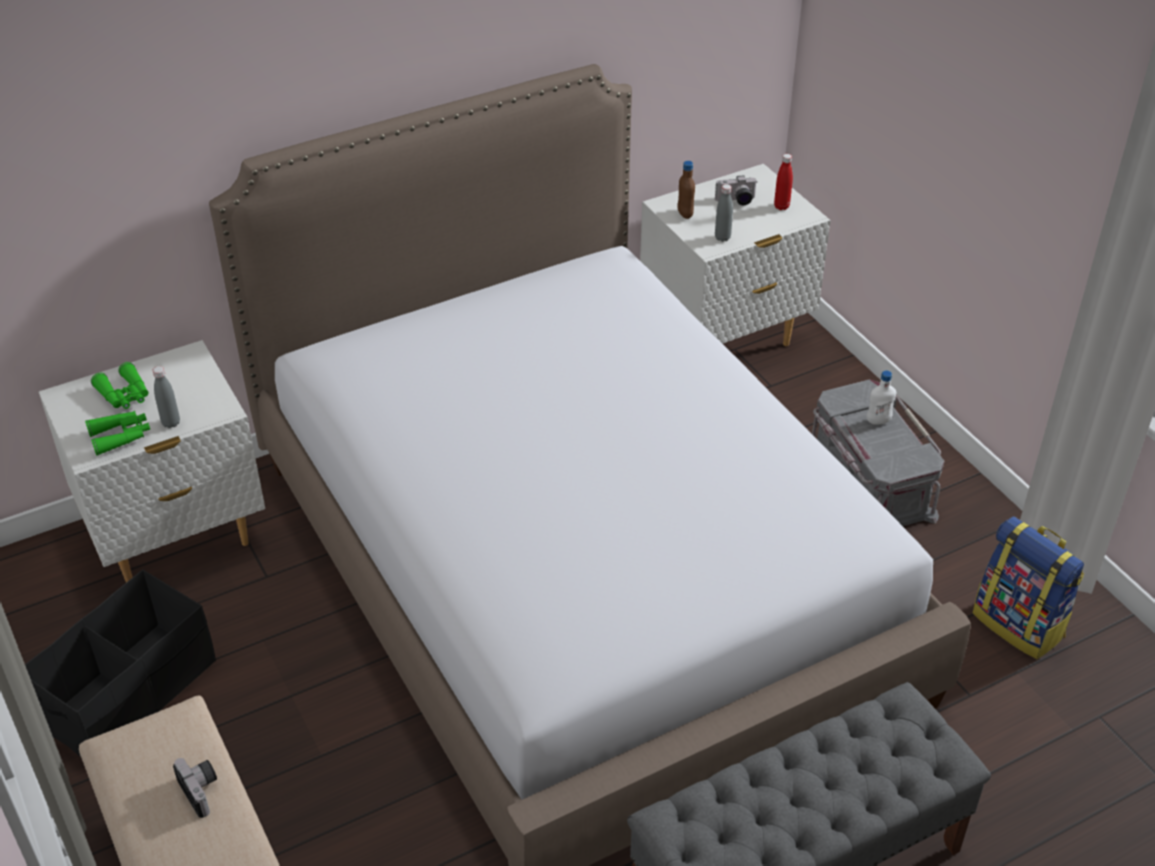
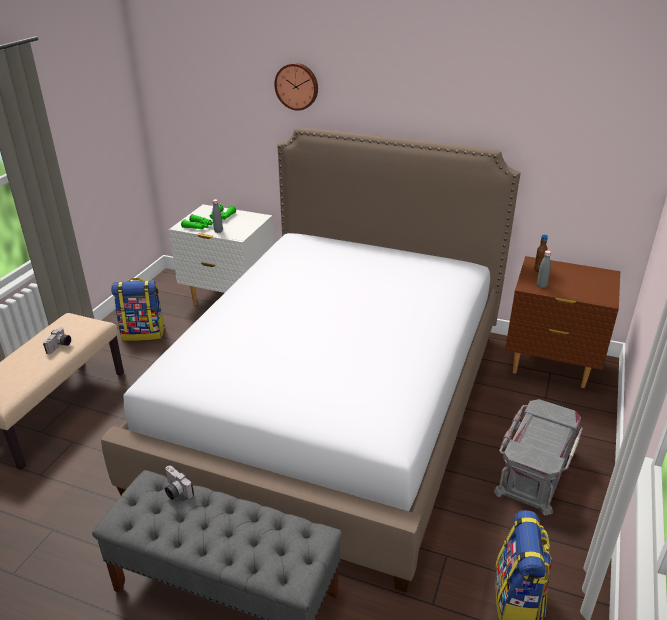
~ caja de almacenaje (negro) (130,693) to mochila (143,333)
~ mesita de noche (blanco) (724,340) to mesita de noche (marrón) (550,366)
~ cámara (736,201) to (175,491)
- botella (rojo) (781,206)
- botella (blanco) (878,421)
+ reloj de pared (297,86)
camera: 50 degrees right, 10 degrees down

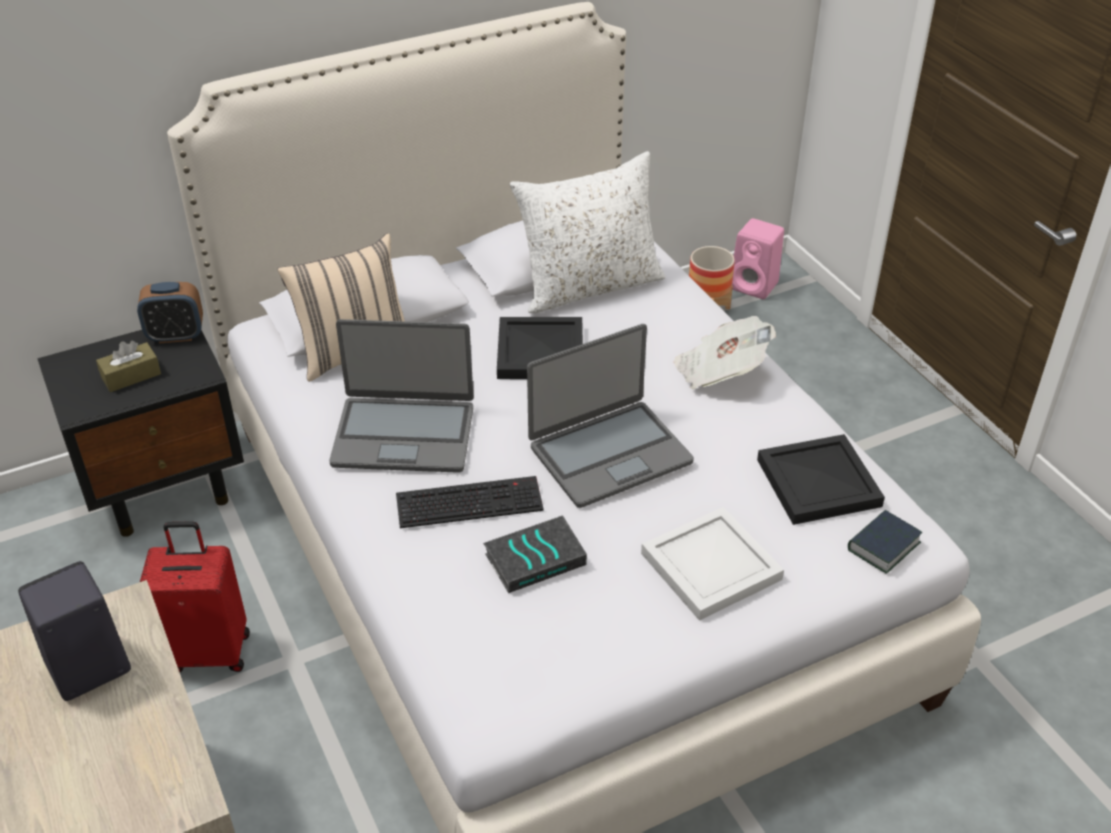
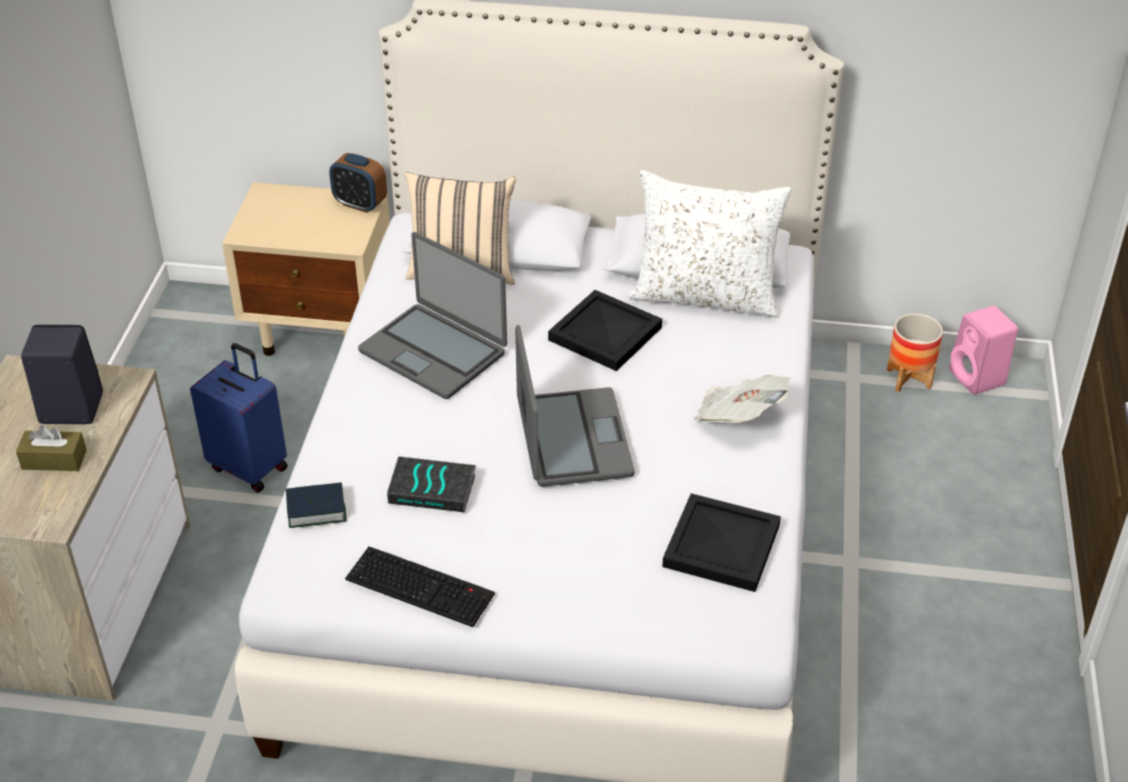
~ mesita de noche (negro) (166,487) to mesita de noche (beis) (323,331)
~ caja de pañuelos (marrón) (131,376) to (54,460)
~ maleta (rojo) (208,651) to maleta (azul) (250,467)
~ teclado (470,501) to (422,586)
~ portátil (609,454) = (572,439) 105 degrees counterclockwise
- bandeja (blanco) (711,564)
~ libro (883,546) to (316,509)
camera: 35 degrees right, 0 degrees up

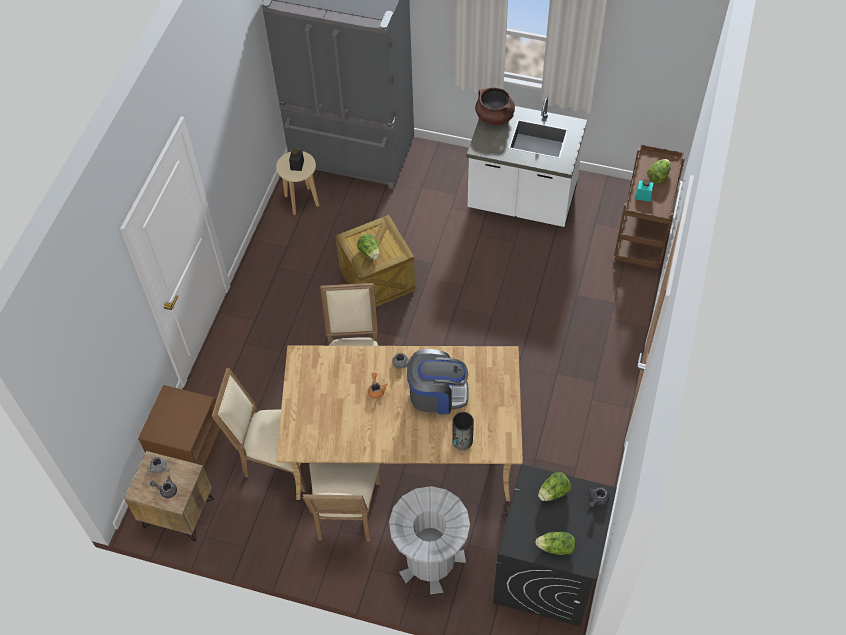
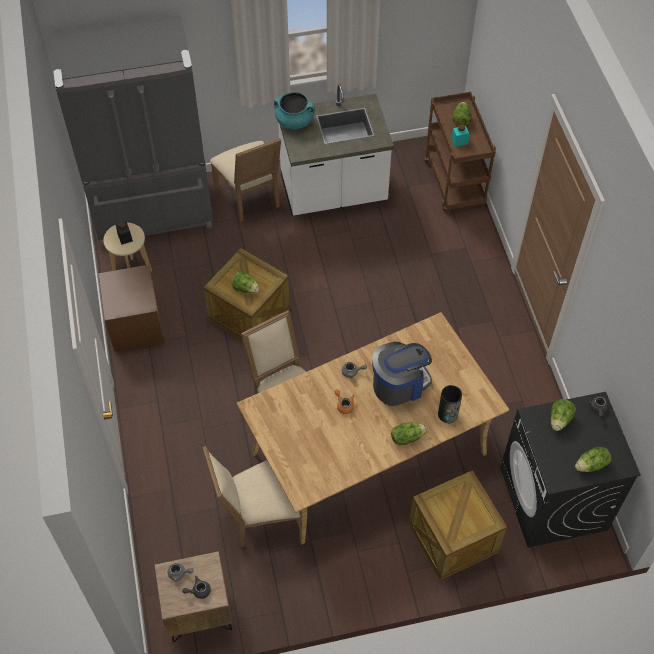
~ mesita de noche (marrón) (187,445) to (135,324)
~ silla (beis) (346,515) to (250,198)
~ papelera (gris) (430,560) to caja de embalaje (453,538)
~ olla (marrón) (494,117) to olla (turquesa) (295,121)
+ lechuga (407,437)
camera: 30 degrees left, 0 degrees up

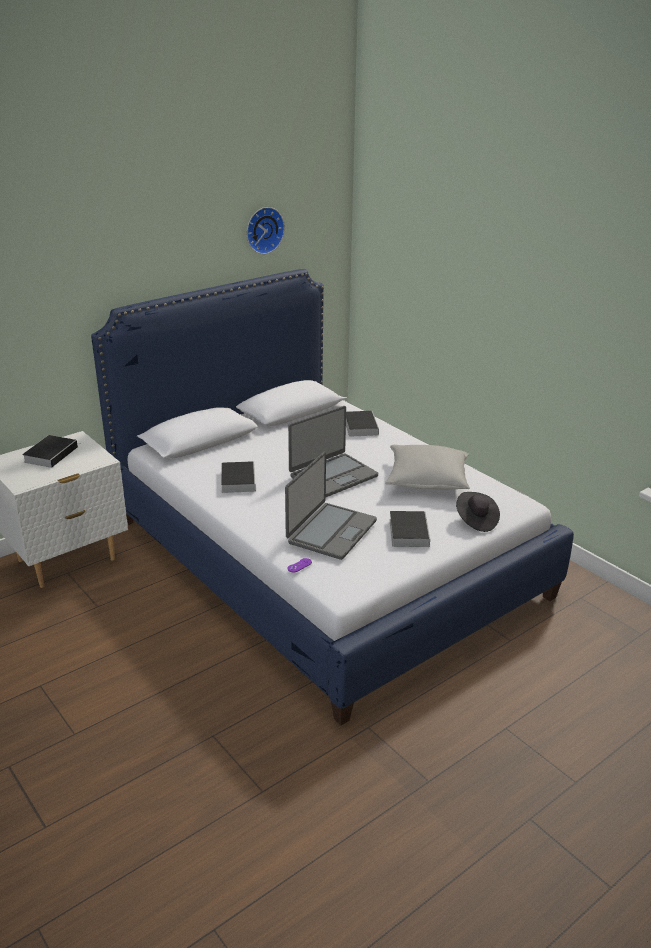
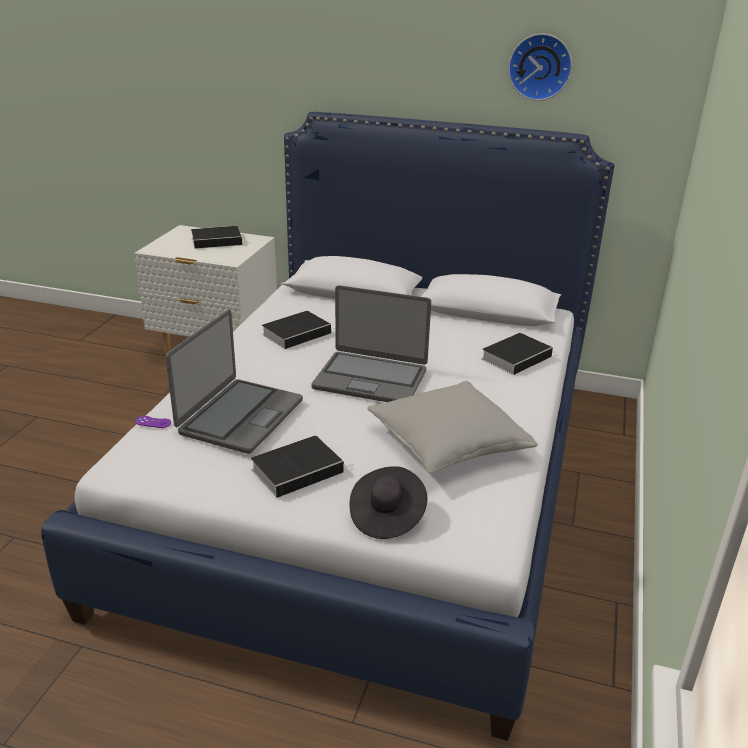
~ portátil (331,531) = (240,416) 60 degrees counterclockwise
camera: 55 degrees right, 0 degrees up

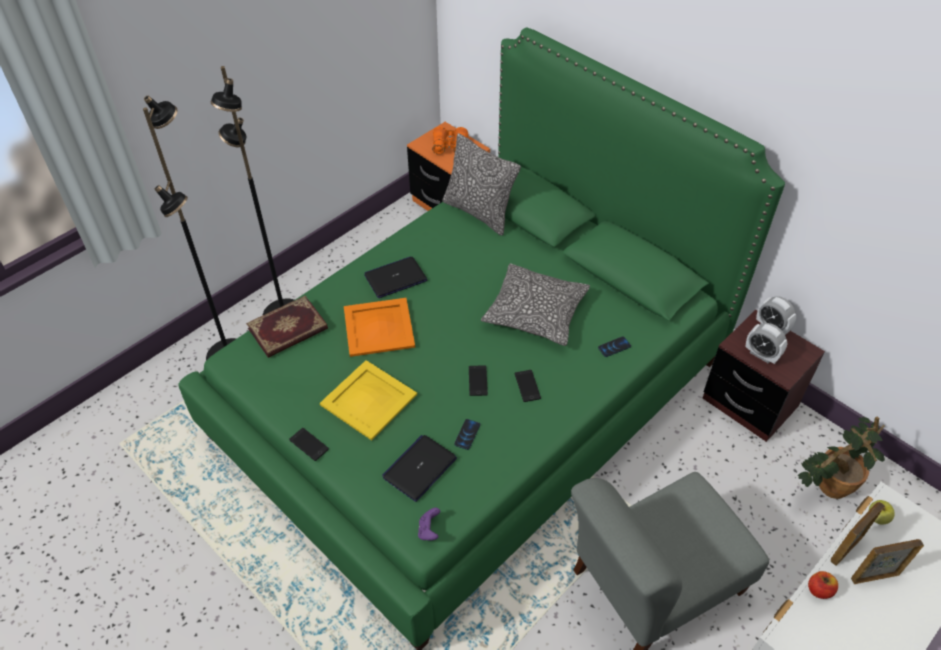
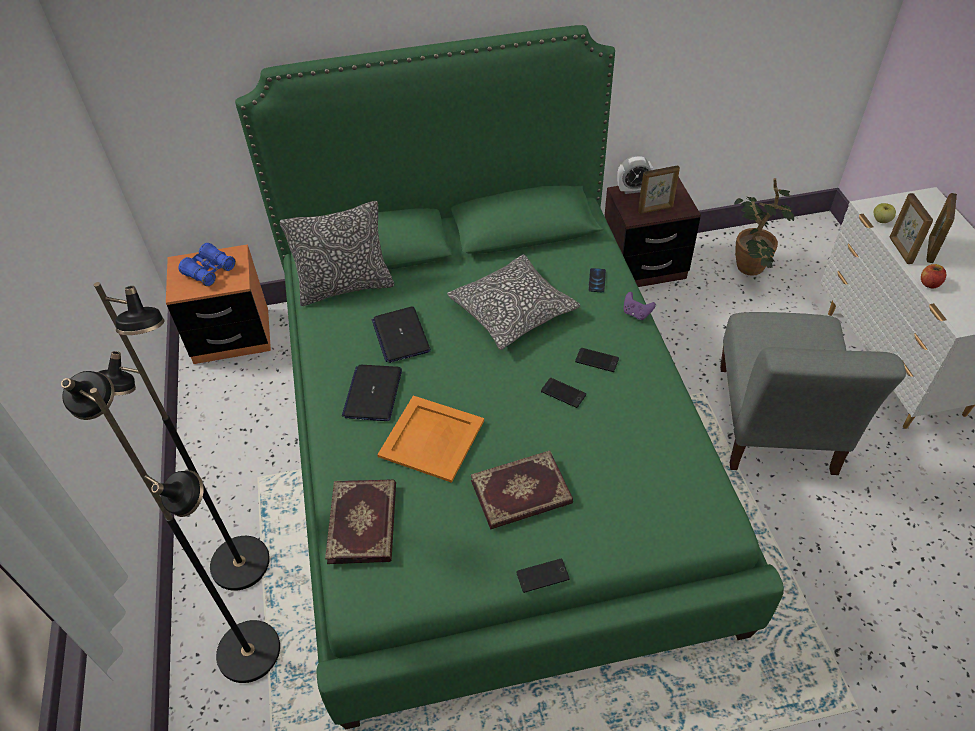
~ bandeja (amarillo) (367,400) to libro (521,493)
~ portátil (419,468) to (401,335)
~ mando de consola (morado) (429,530) to (636,313)
~ prismáticos (naranja) (450,146) to prismáticos (azul) (209,271)
- móvil (467,434)
~ despertador (761,355) to portarretratos (655,209)
camera: 55 degrees left, 0 degrees up

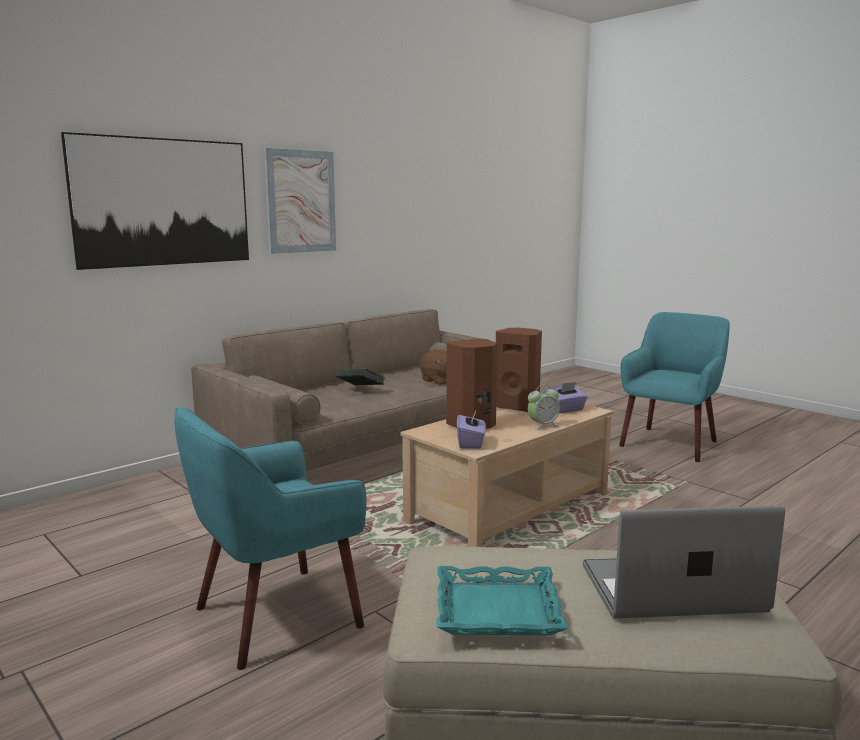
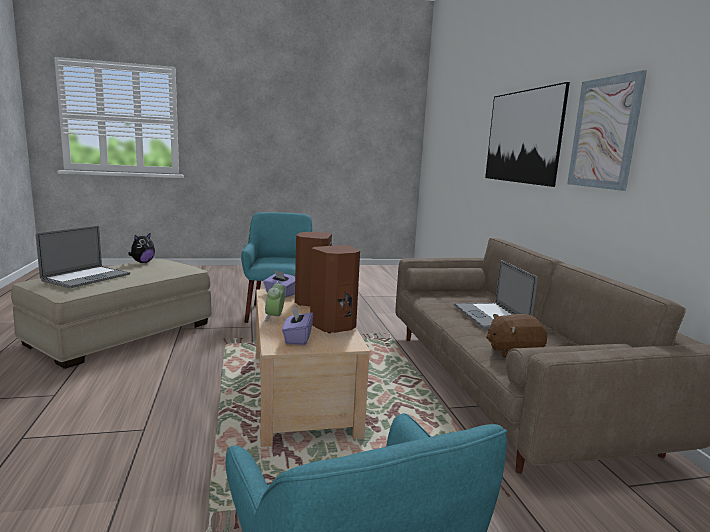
~ libro (360,390) to portátil (490,316)
~ bandeja (turquesa) (497,610) to peluche (142,262)
camera: 120 degrees right, 0 degrees up

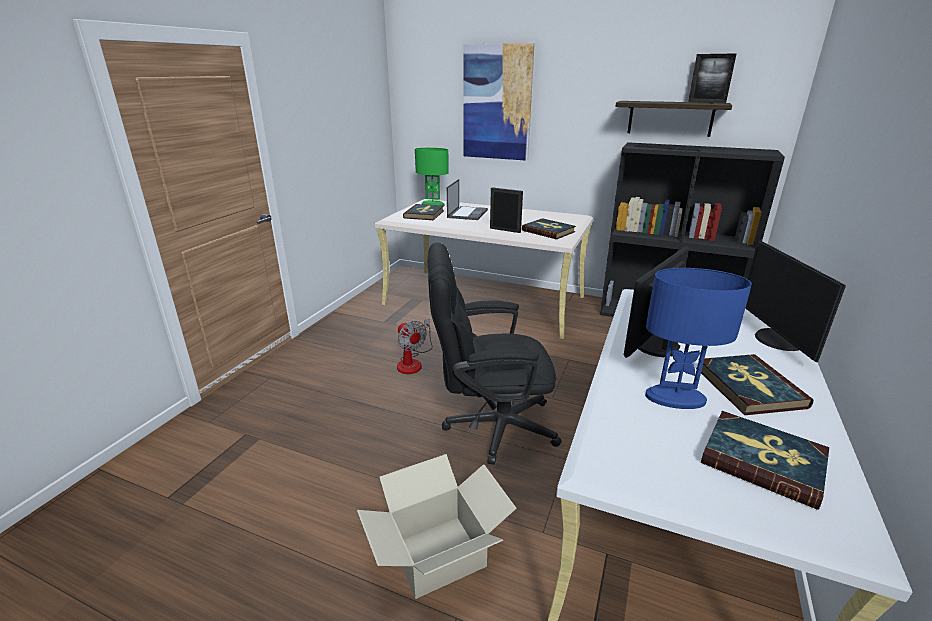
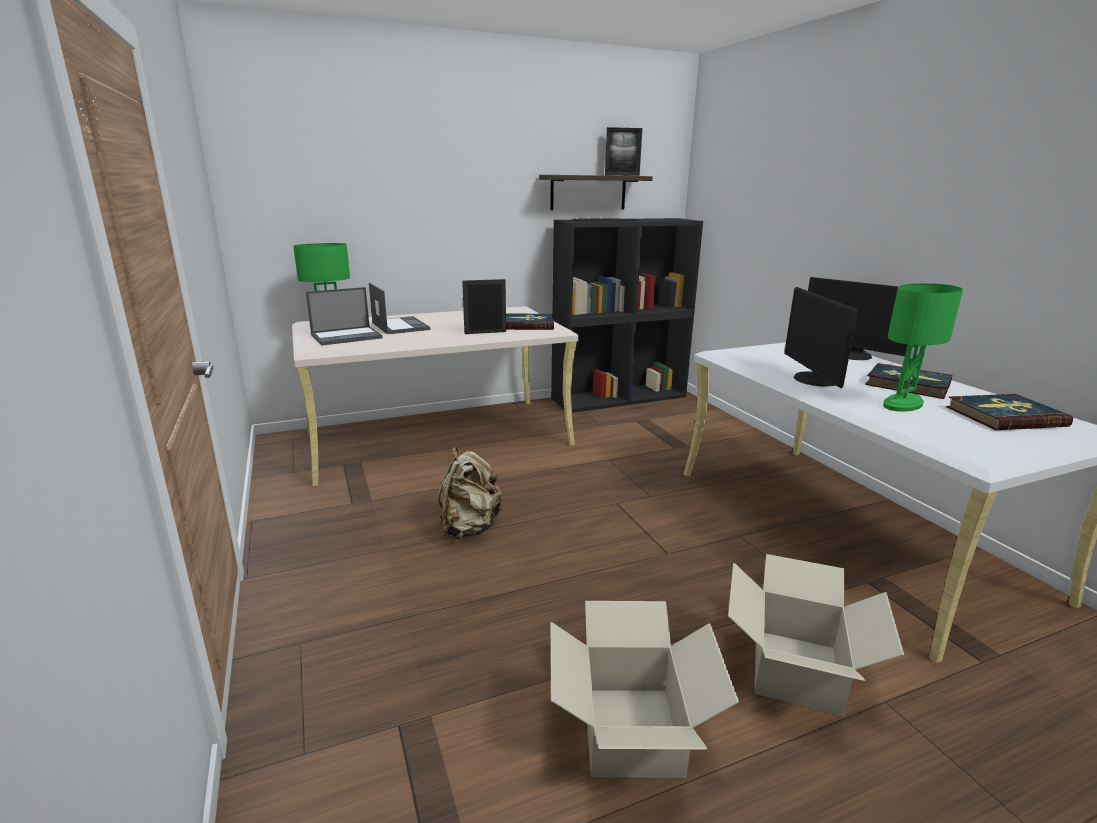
~ ventilador (413,362) to mochila (beis) (469,528)
~ libro (424,214) to portátil (347,336)
- silla de oficina (negro) (489,426)
- cuadro (497,103)
~ lámpara de mesa (azul) (675,398) to lámpara de mesa (verde) (902,404)
+ caja de cartón (630,731)
camera: 45 degrees left, 5 degrees down

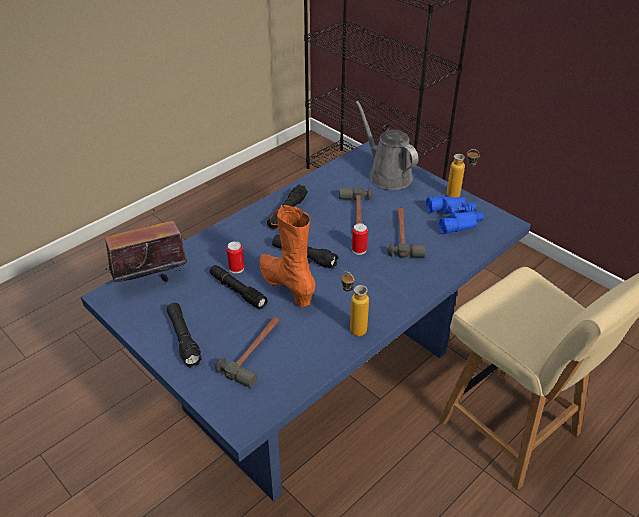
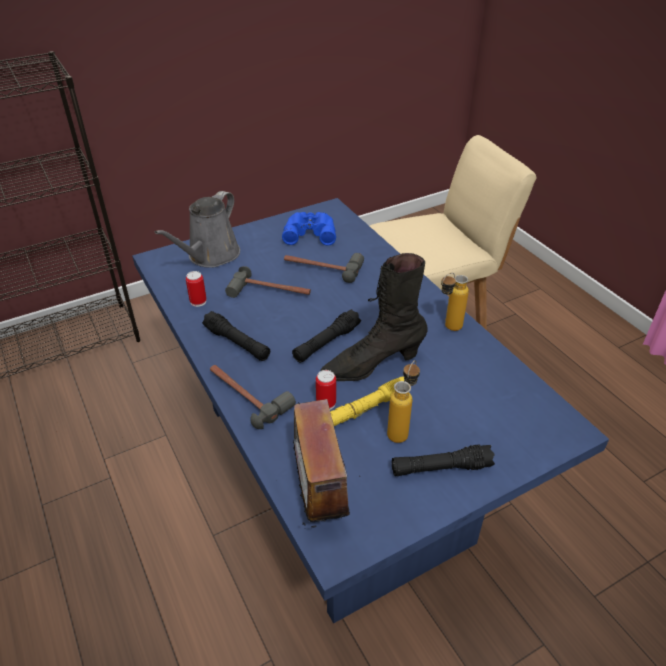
~ linterna (negro) (237,291) to linterna (amarillo) (368,407)
~ martillo (256,352) to (246,395)
~ bota (naranja) (286,286) to bota (negro) (372,365)
~ lata (359,250) to (198,301)
~ regadera (gris) (387,175) = (210,256) 45 degrees counterclockwise
~ botella (459,196) to (401,429)
camera: 75 degrees left, 0 degrees up

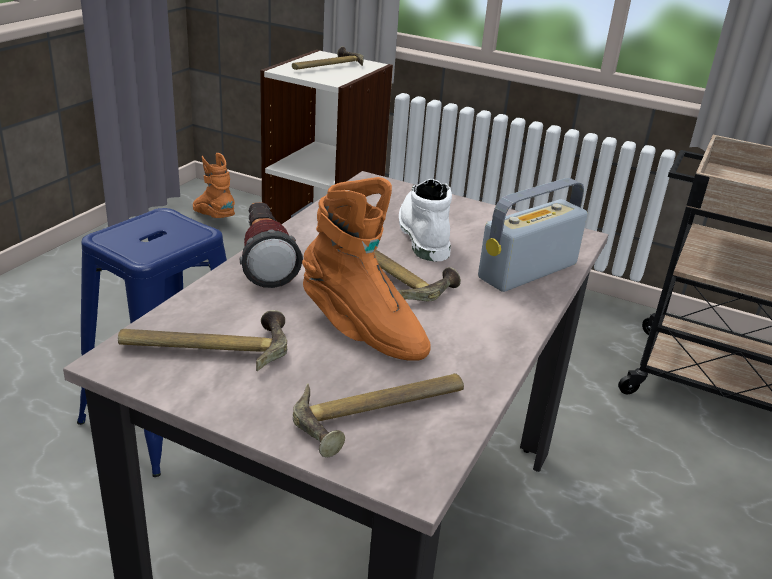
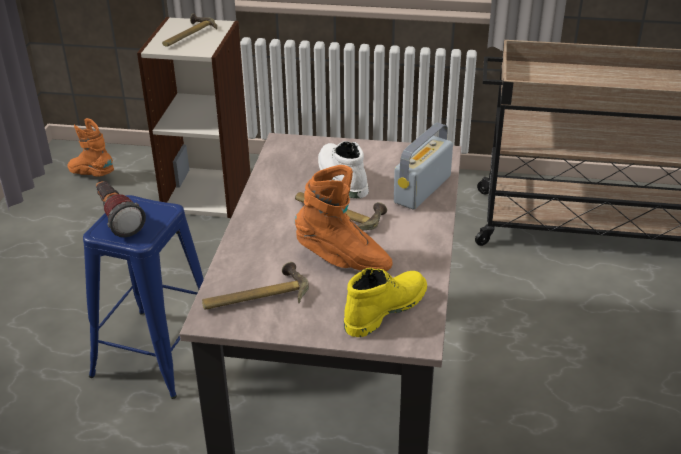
~ linterna (265,260) to (117,219)
~ martillo (382,414) to bota (amarillo) (384,309)
camera: 15 degrees left, 5 degrees up

